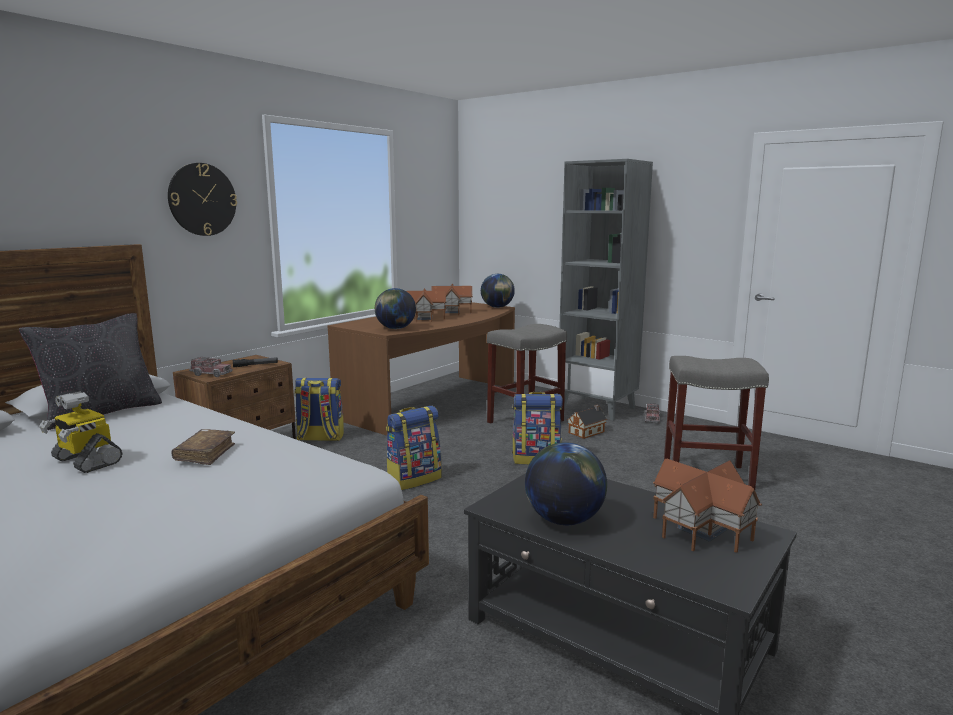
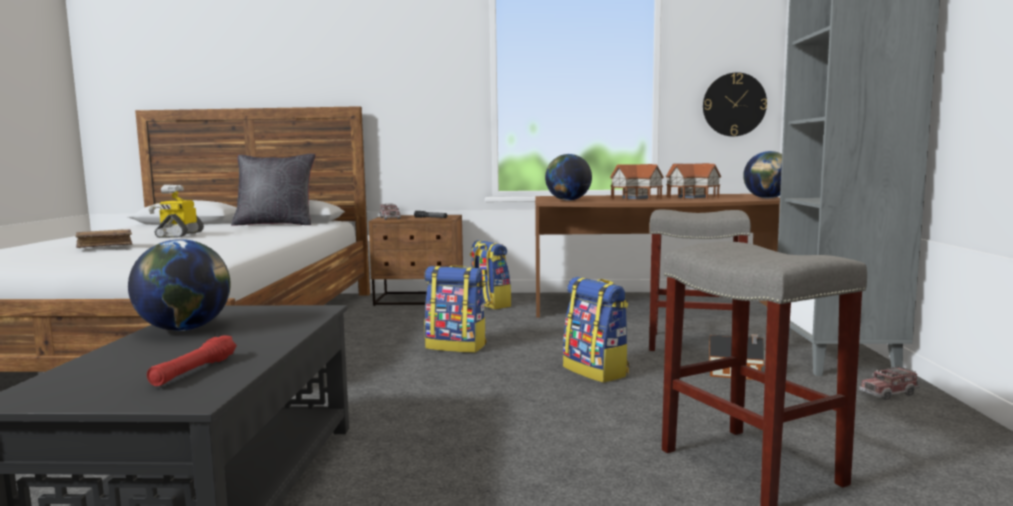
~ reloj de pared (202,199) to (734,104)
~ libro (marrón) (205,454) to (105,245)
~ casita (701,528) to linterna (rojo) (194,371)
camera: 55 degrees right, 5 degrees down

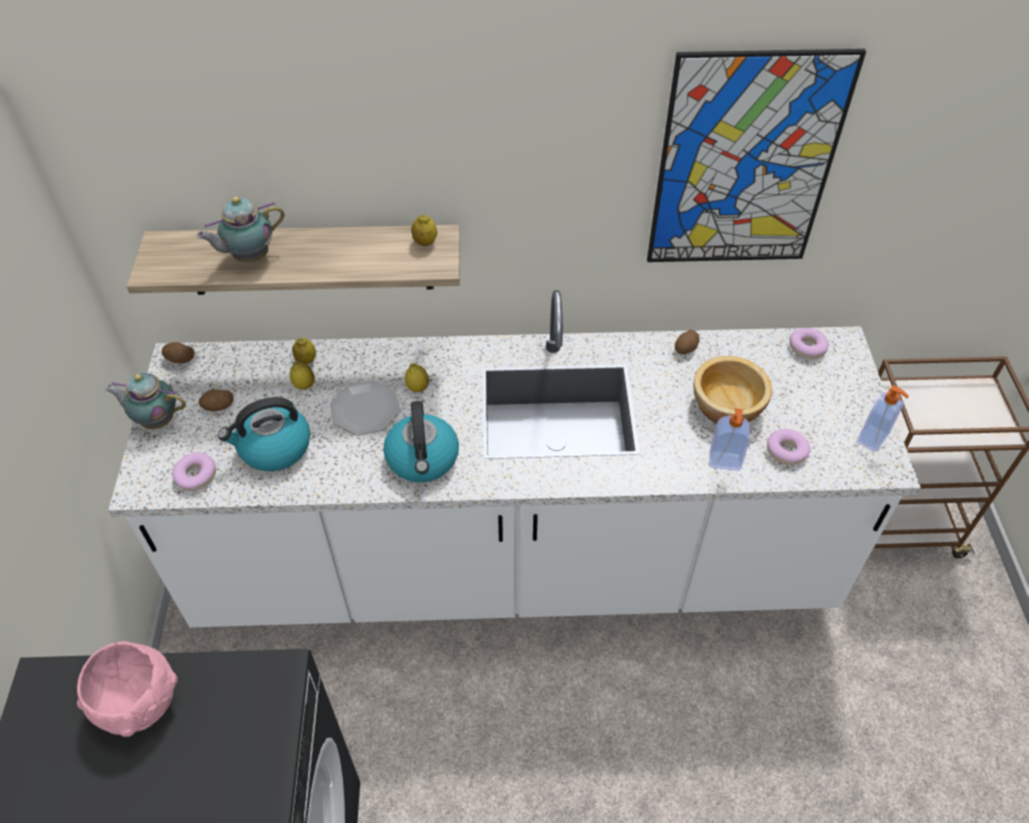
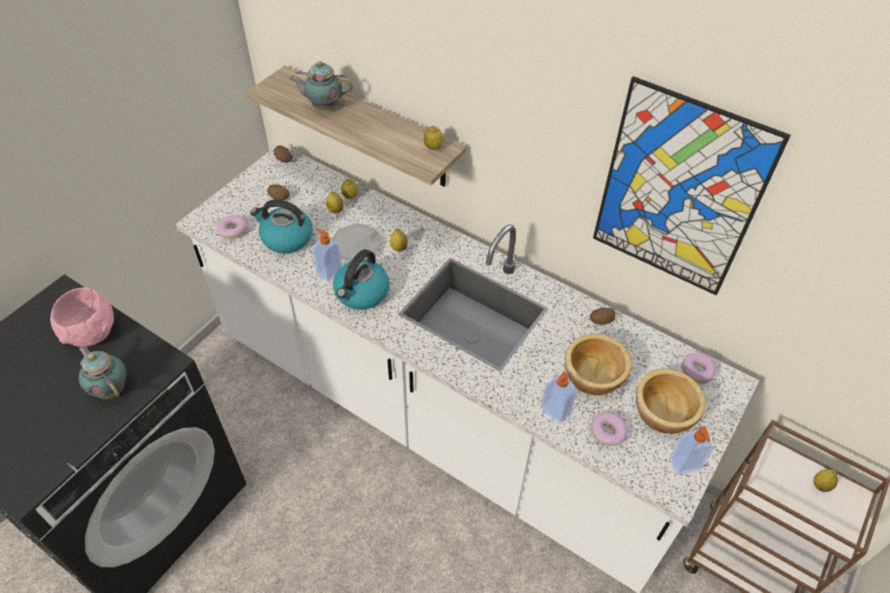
~ tetera (156,420) to (111,388)
+ dispensador de jabón (329,272)
+ cuenco (664,413)
+ limón (820,485)
camera: 35 degrees right, 0 degrees up

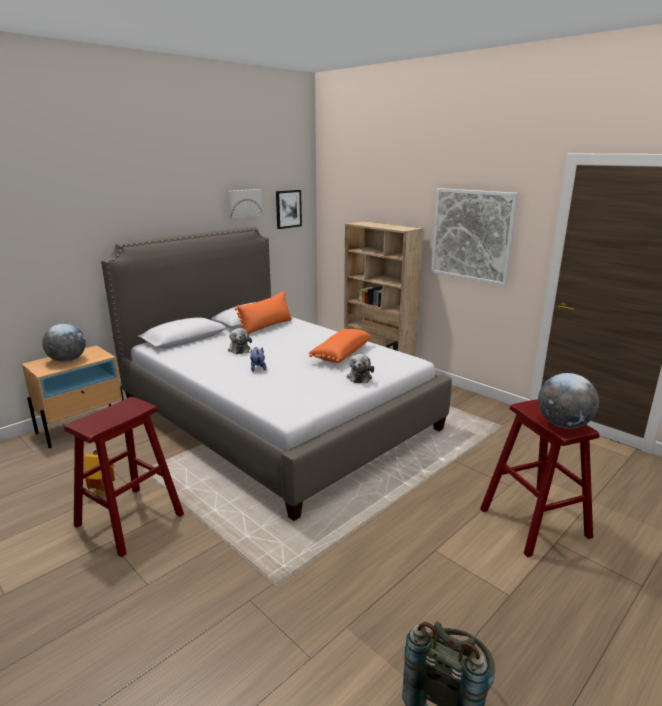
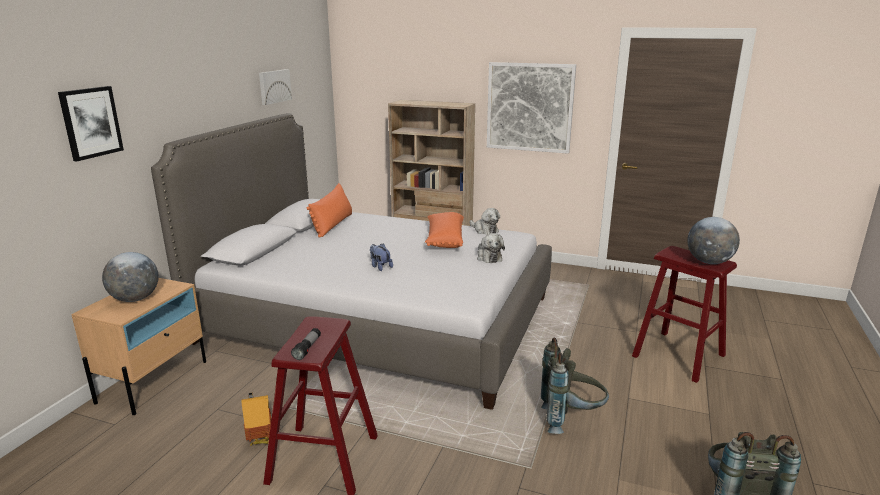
~ peluche (239,349) to (484,230)
~ cuadro (288,209) to (91,122)
+ linterna (307,349)
+ mochila (gris) (570,419)
camera: 25 degrees left, 0 degrees up

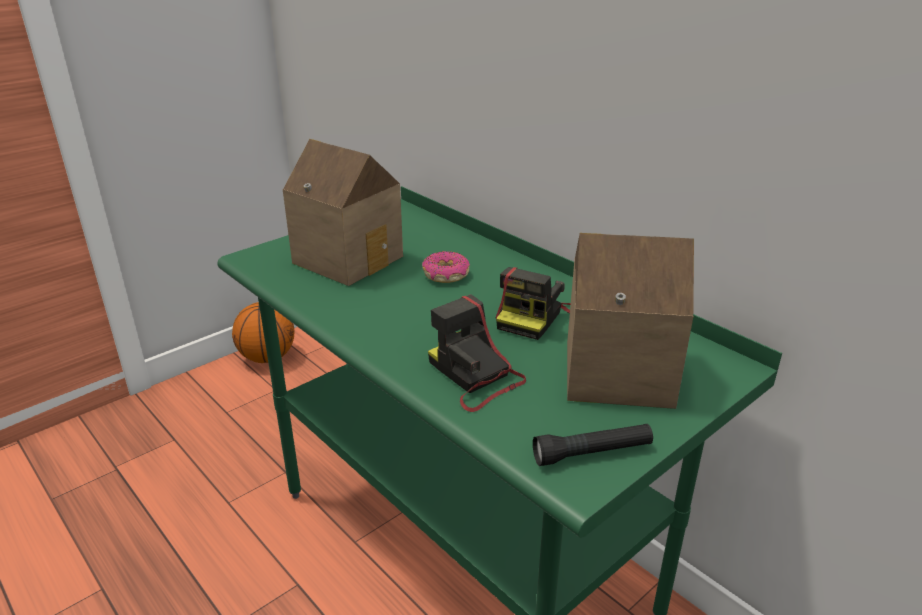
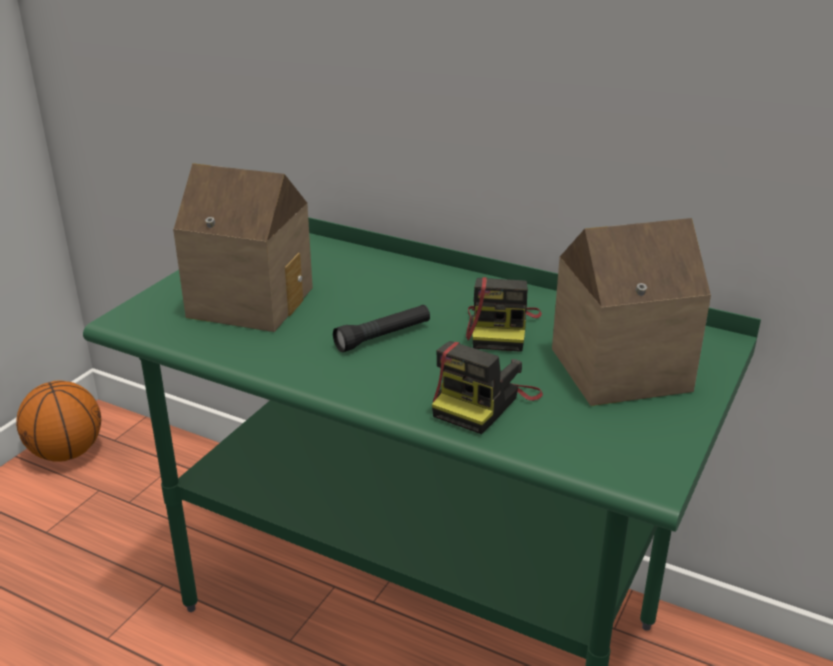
- rosquilla (445,275)
~ cámara (475,377) = (484,402) 90 degrees counterclockwise
~ linterna (negro) (592,453) to (383,337)
camera: 20 degrees left, 0 degrees up

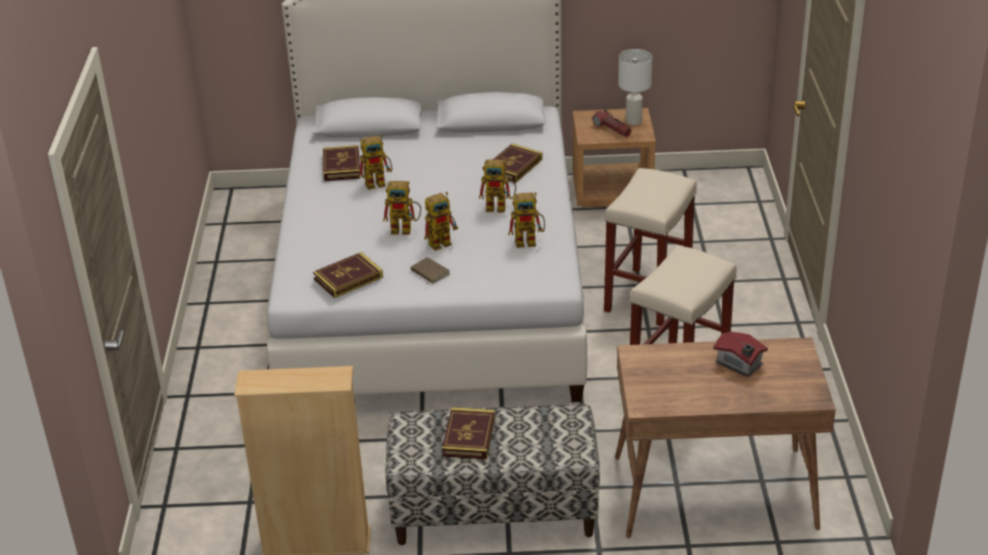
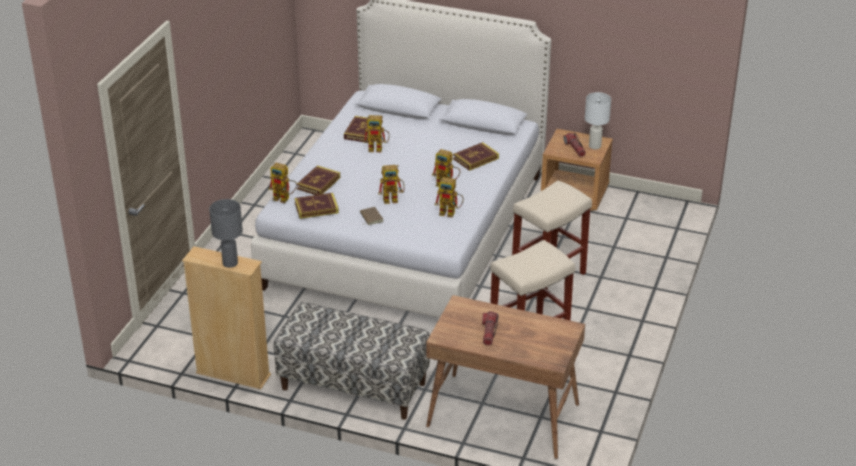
~ robot de juguete (406,229) to (284,198)
~ libro (469,437) to (318,183)
- casita (739,364)
+ lámpara de mesa (gris) (230,263)
+ linterna (489,332)
camera: 20 degrees right, 0 degrees up

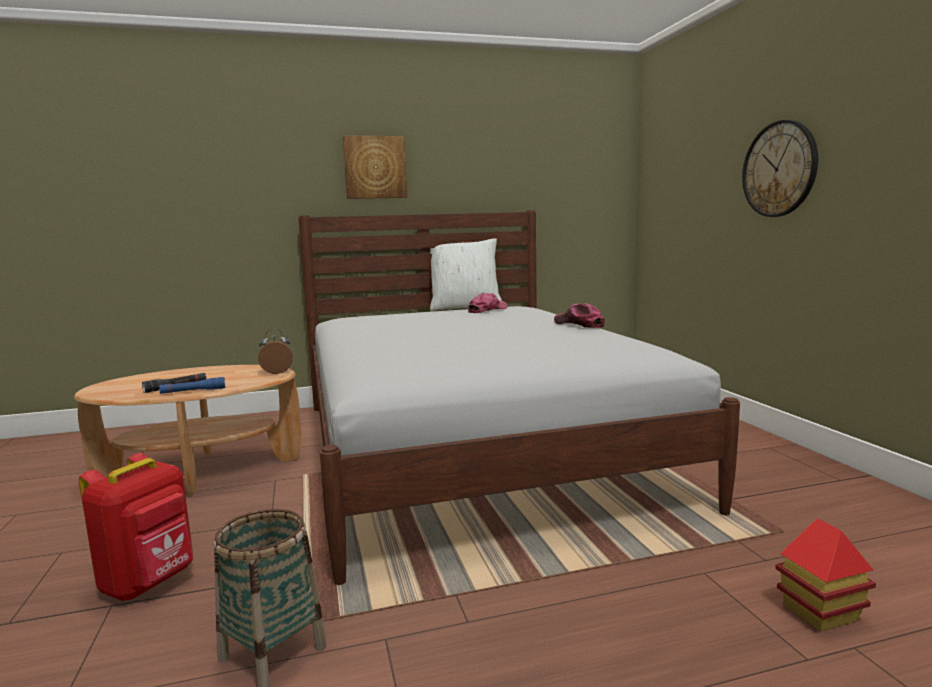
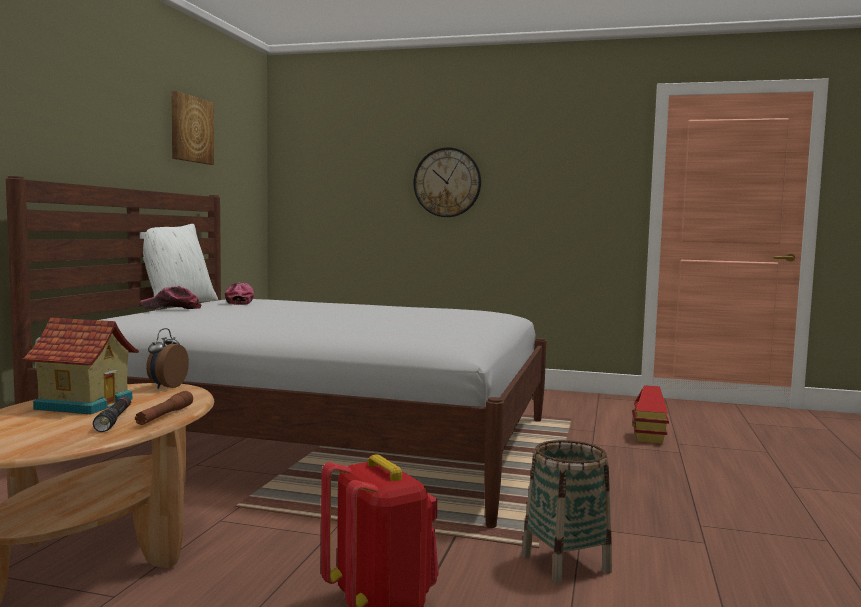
~ linterna (azul) (193,391) to linterna (marrón) (164,416)
~ cuadro (375,167) to (191,129)
~ gorra (579,324) to (172,308)
+ casita (85,403)
camera: 60 degrees left, 5 degrees down

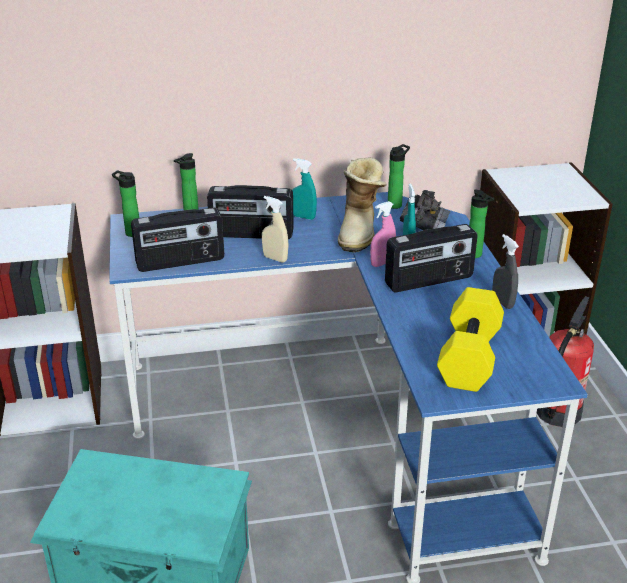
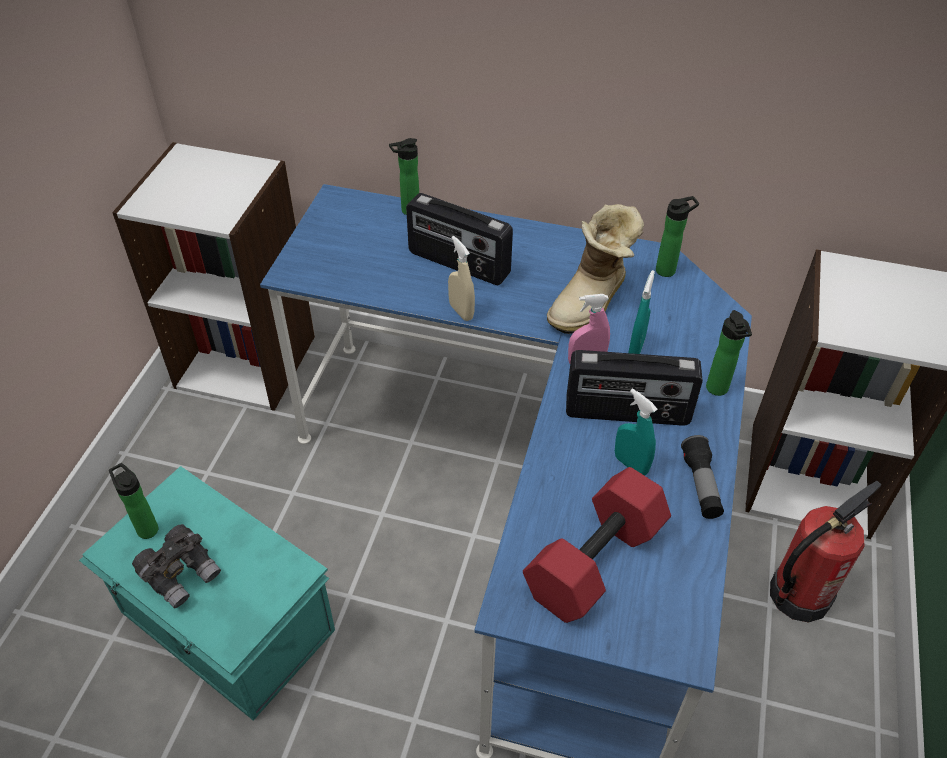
~ botella (131,232) to (146,528)
- radio (180,262)
~ pulverizador (turquesa) (303,217) to (630,464)
~ prismáticos (gris) (423,225) to (181,574)
~ mancuerna (amarillo) (471,358) to mancuerna (rojo) (596,563)
~ pulverizador (gris) (502,302) to linterna (700,485)
camera: 25 degrees right, 15 degrees up

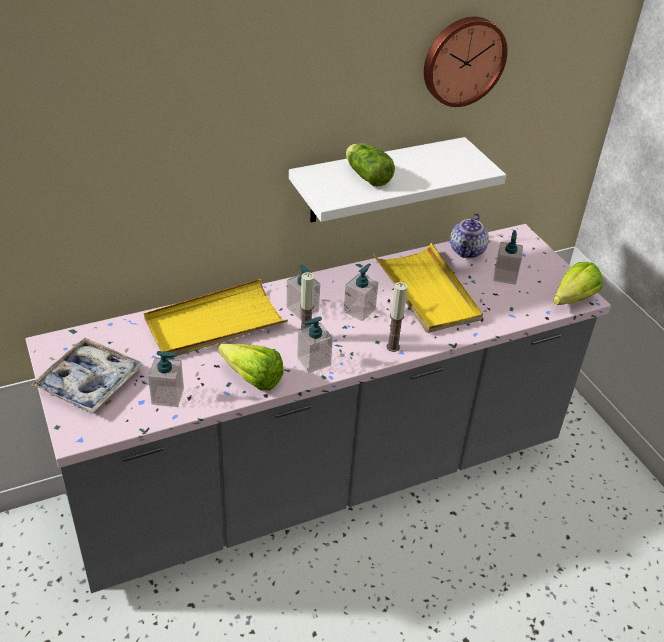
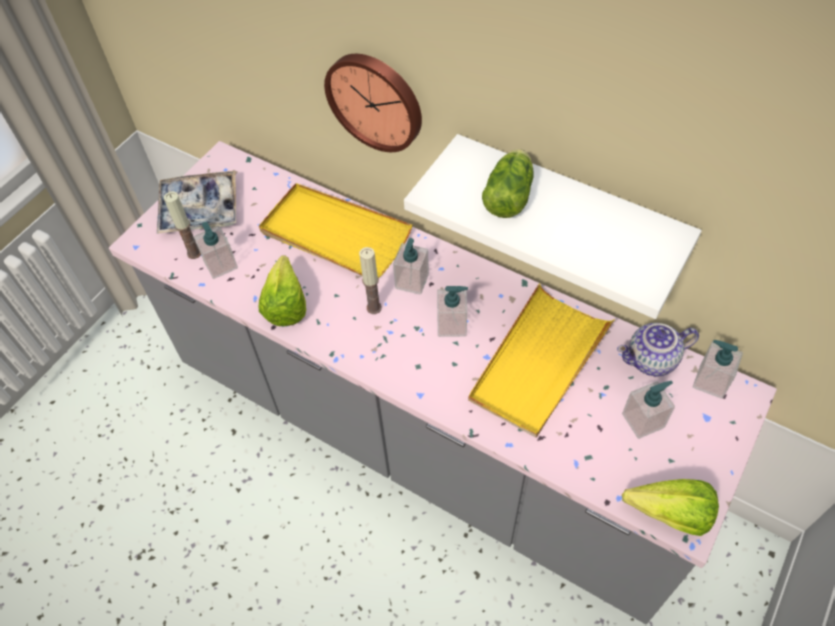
~ dispensador de jabón (313,361) to (710,381)
~ vela (393,347) to (194,253)
~ reloj de pared (462,60) to (376,100)
camera: 60 degrees right, 15 degrees up

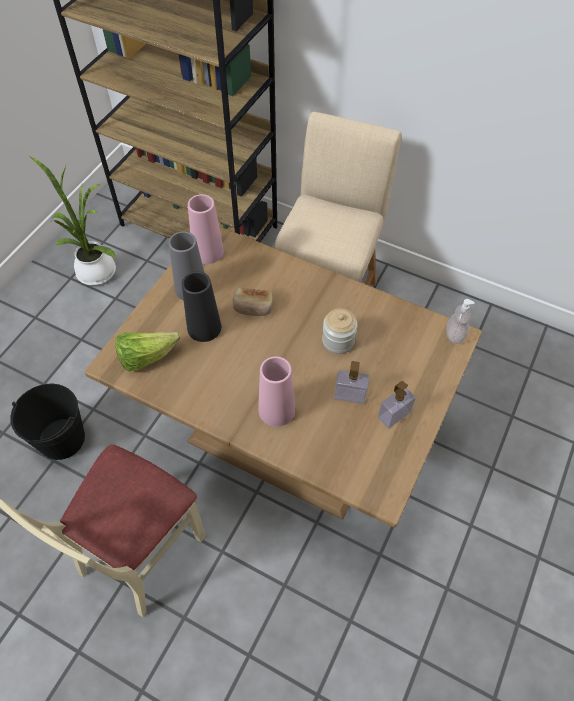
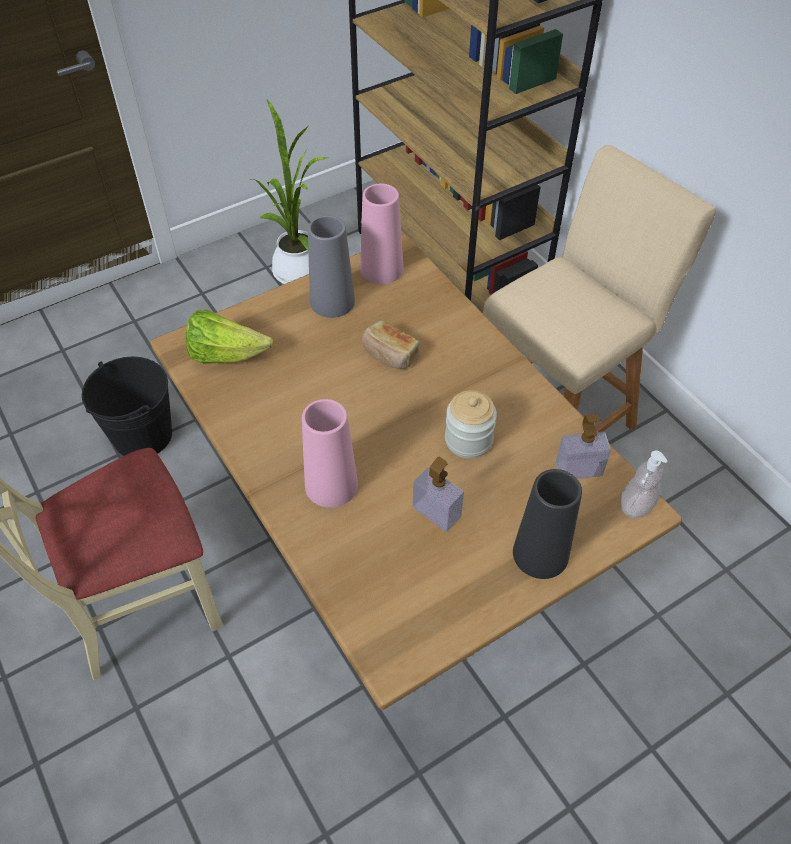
~ florero (negro) (204,327) to (540,554)
~ dispensador de jabón (394,415) to (578,469)
camera: 30 degrees right, 5 degrees down

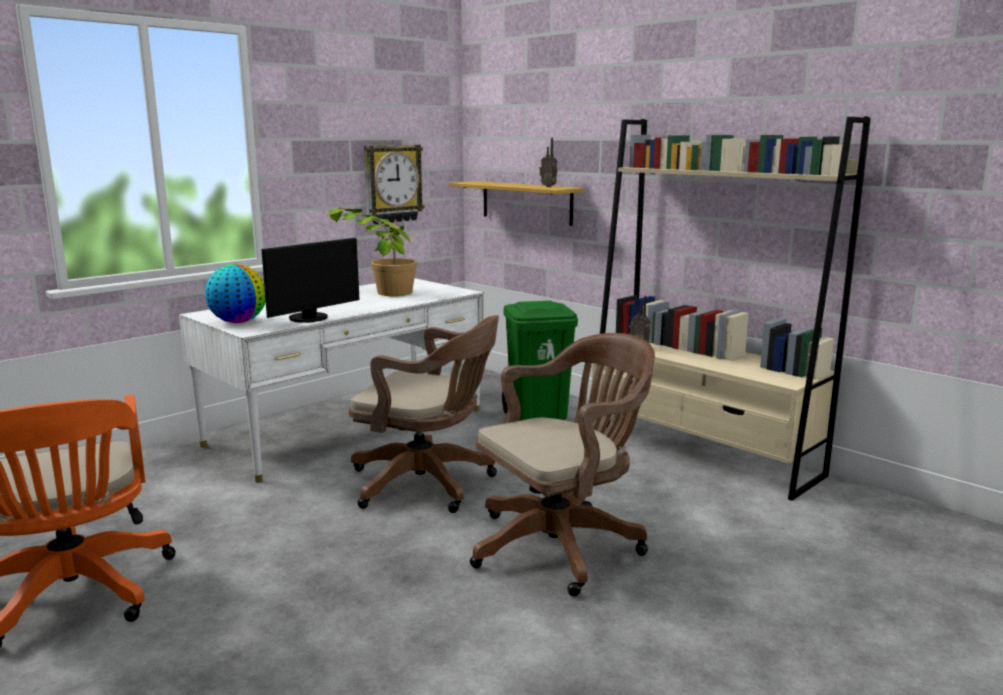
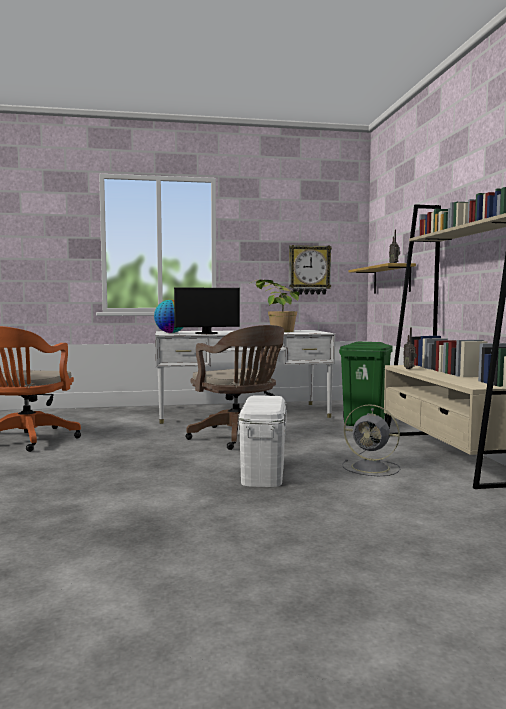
~ silla de oficina (marrón) (562,544) to caja de almacenaje (blanco) (263,472)
+ ventilador (gris) (372,468)
camera: 35 degrees right, 10 degrees down

